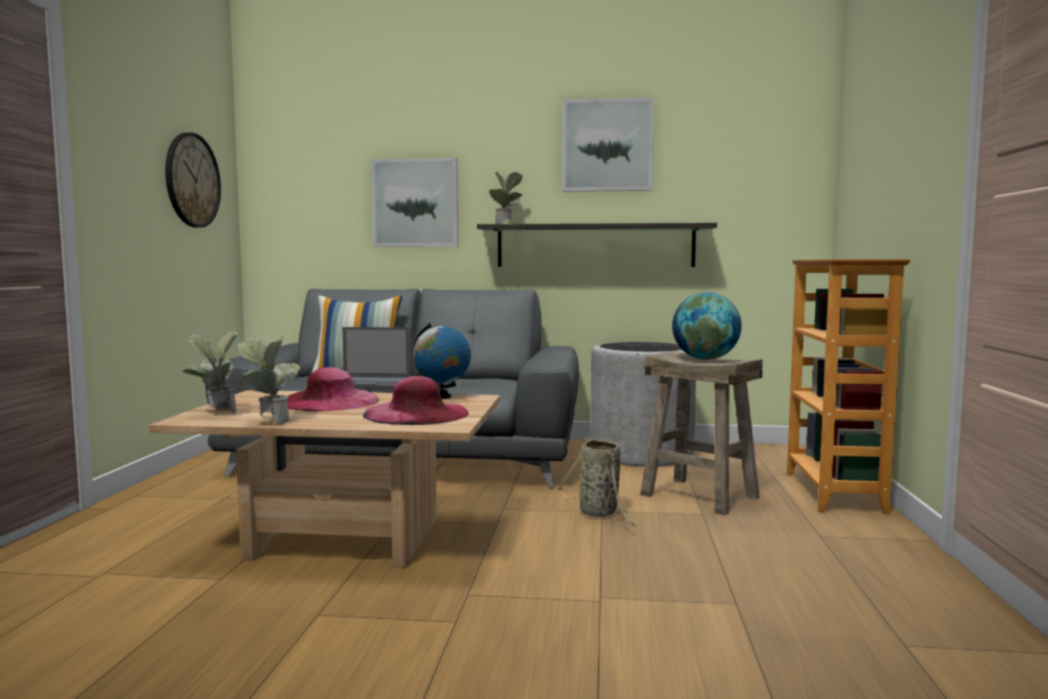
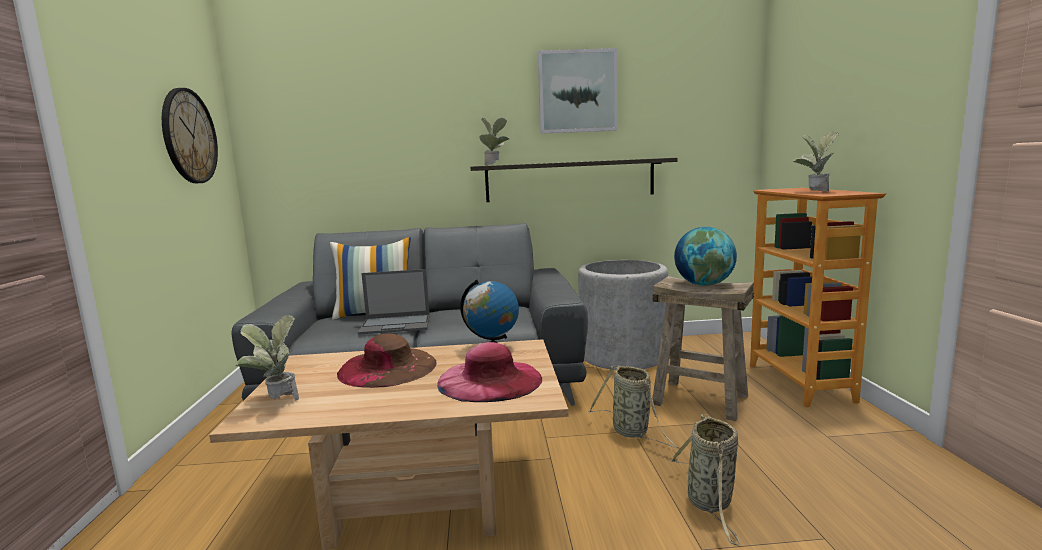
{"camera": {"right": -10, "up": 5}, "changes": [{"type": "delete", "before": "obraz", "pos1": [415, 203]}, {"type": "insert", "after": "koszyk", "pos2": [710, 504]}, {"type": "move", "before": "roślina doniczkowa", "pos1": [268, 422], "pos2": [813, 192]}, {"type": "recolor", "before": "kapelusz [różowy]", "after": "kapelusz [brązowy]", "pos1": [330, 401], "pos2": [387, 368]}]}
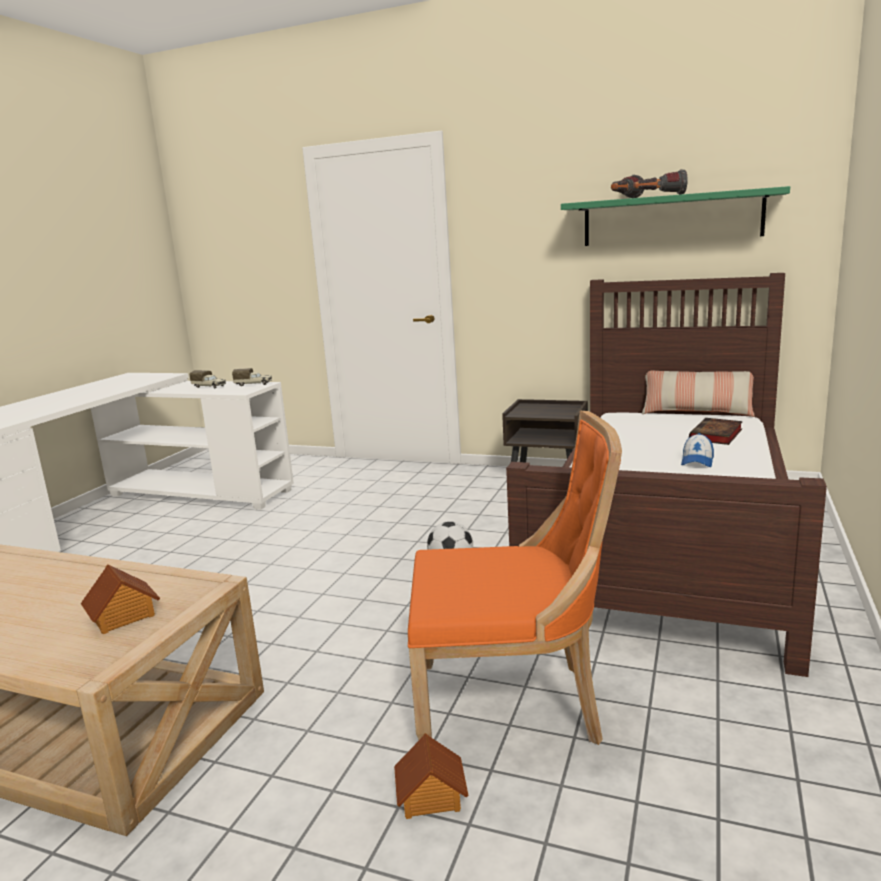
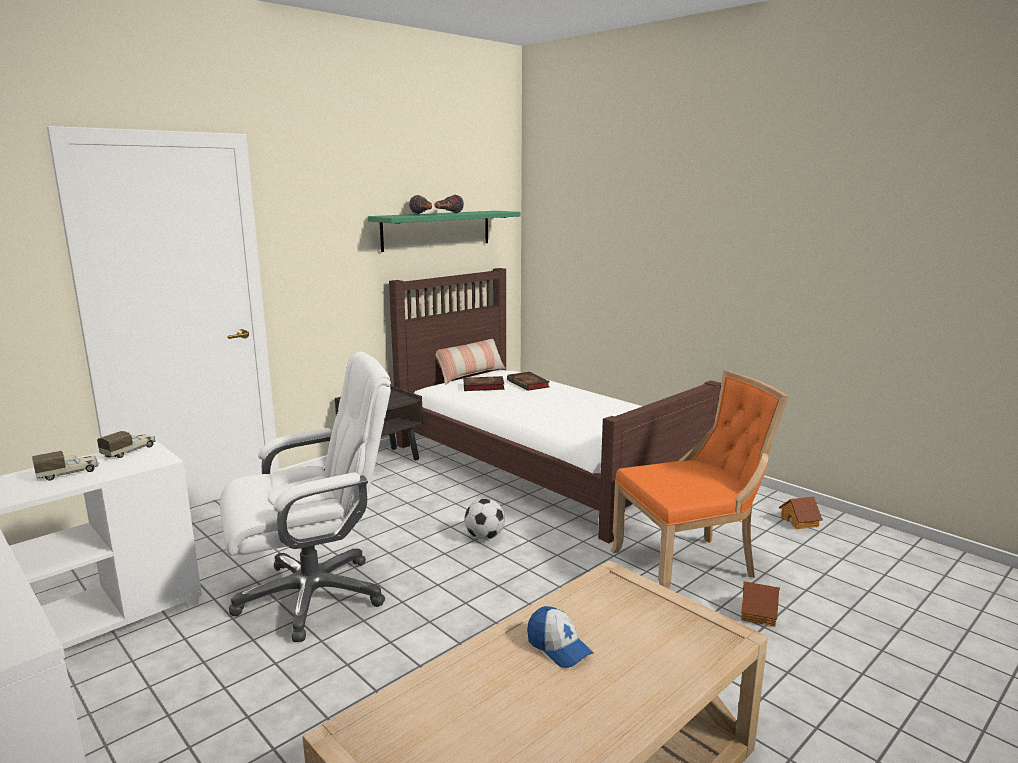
{"camera": {"right": -65, "up": 0}, "changes": [{"type": "insert", "after": "krzesło biurowe [biały]", "pos2": [313, 595]}, {"type": "insert", "after": "książka", "pos2": [482, 387]}, {"type": "move", "before": "domek", "pos1": [123, 616], "pos2": [800, 521]}, {"type": "move", "before": "czapka z daszkiem", "pos1": [697, 461], "pos2": [558, 647]}, {"type": "rotate", "before": "krzesło [pomarańczowy]", "pos1": [513, 707], "pos2": [689, 566], "turn": 45}]}
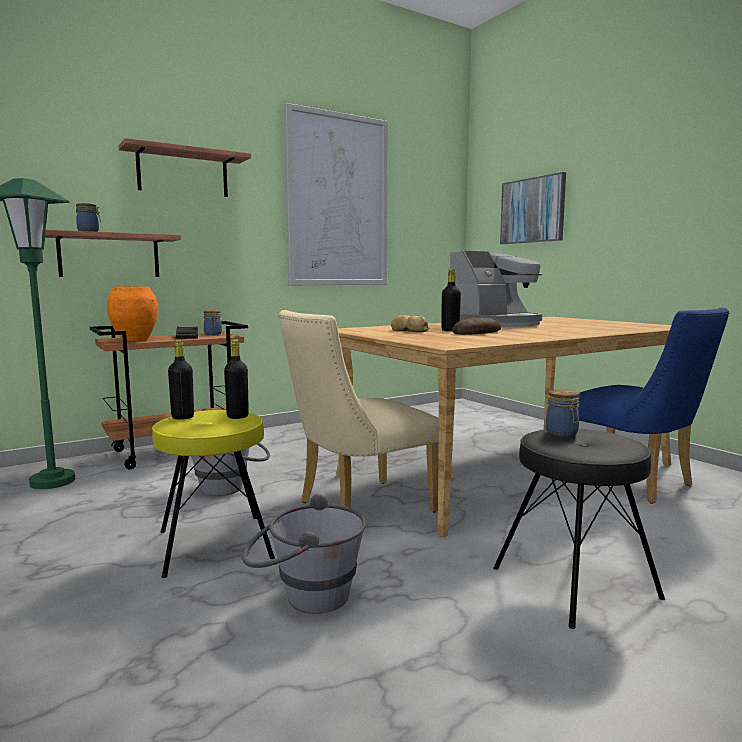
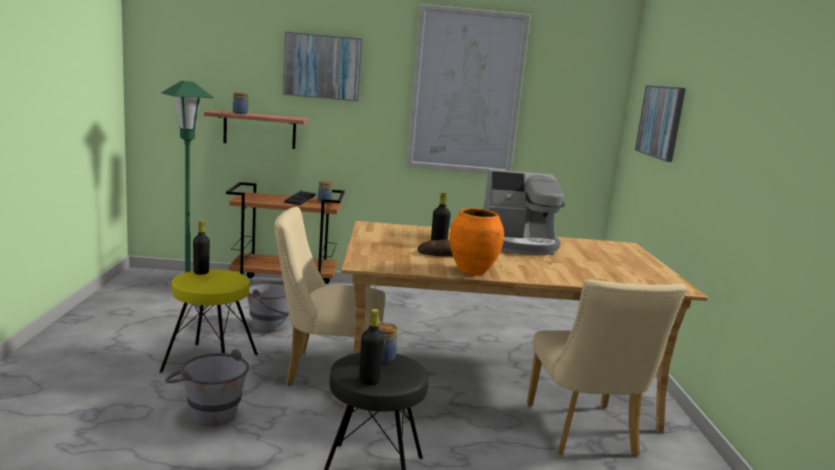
{"camera": {"right": 30, "up": 5}, "changes": [{"type": "delete", "before": "chleb", "pos1": [409, 331]}, {"type": "move", "before": "wazon [pomarańczowy]", "pos1": [135, 340], "pos2": [472, 271]}, {"type": "move", "before": "butelka [czarny]", "pos1": [237, 416], "pos2": [369, 380]}, {"type": "replace", "before": "półka", "after": "obraz", "pos1": [183, 173], "pos2": [322, 67]}, {"type": "recolor", "before": "krzesło [niebieski]", "after": "krzesło [beżowy]", "pos1": [635, 483], "pos2": [584, 434]}]}
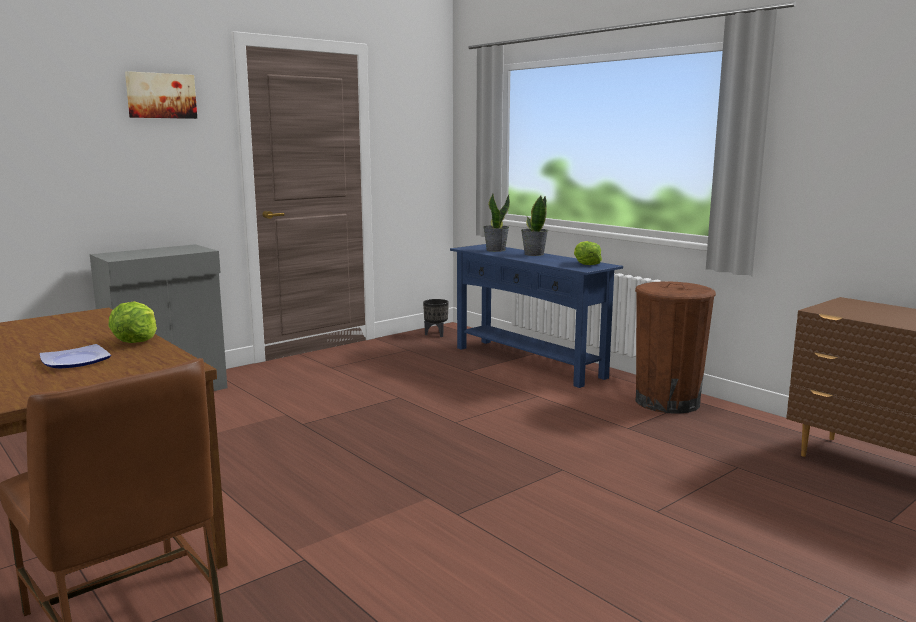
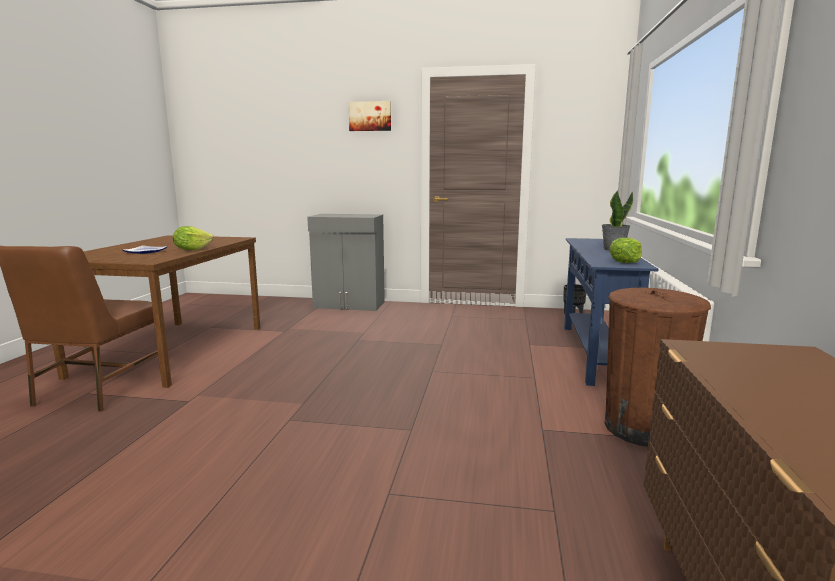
{"camera": {"right": 50, "up": 0}, "changes": [{"type": "delete", "before": "roślina doniczkowa", "pos1": [495, 250]}]}
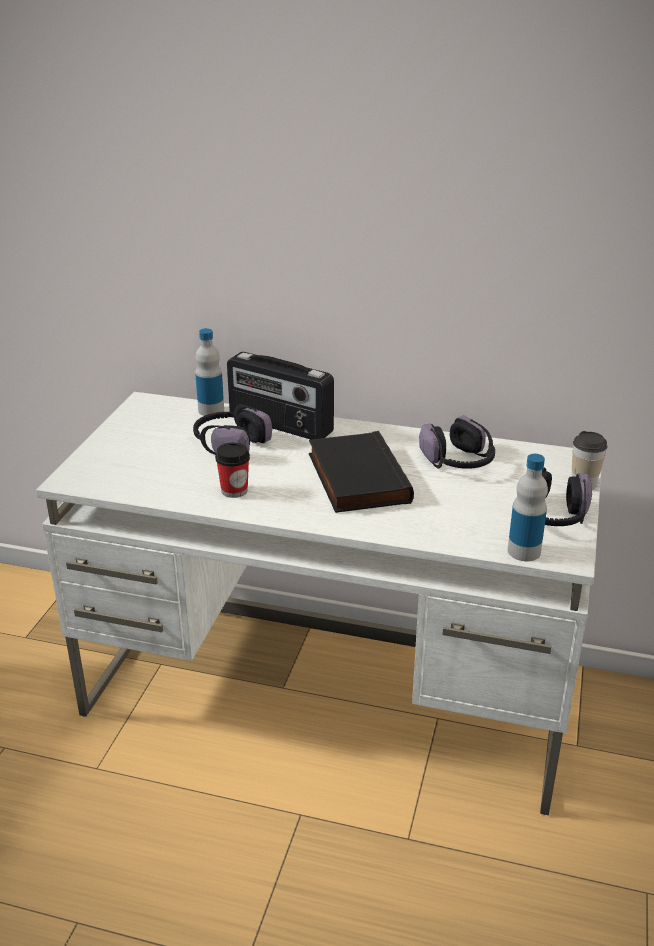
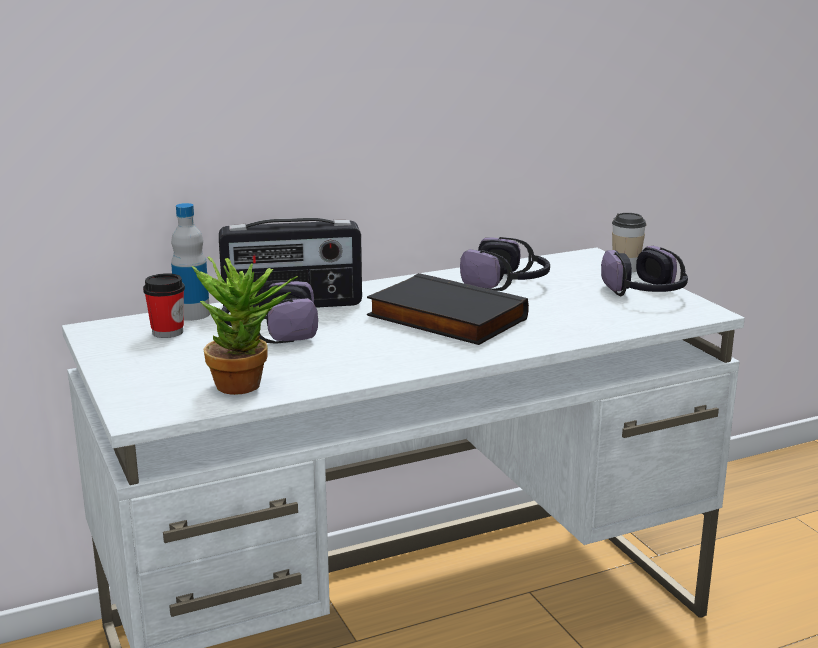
{"camera": {"right": -40, "up": -10}, "changes": [{"type": "delete", "before": "butelka", "pos1": [524, 551]}, {"type": "insert", "after": "roślina doniczkowa", "pos2": [248, 385]}, {"type": "move", "before": "filiżanka", "pos1": [234, 490], "pos2": [167, 332]}]}
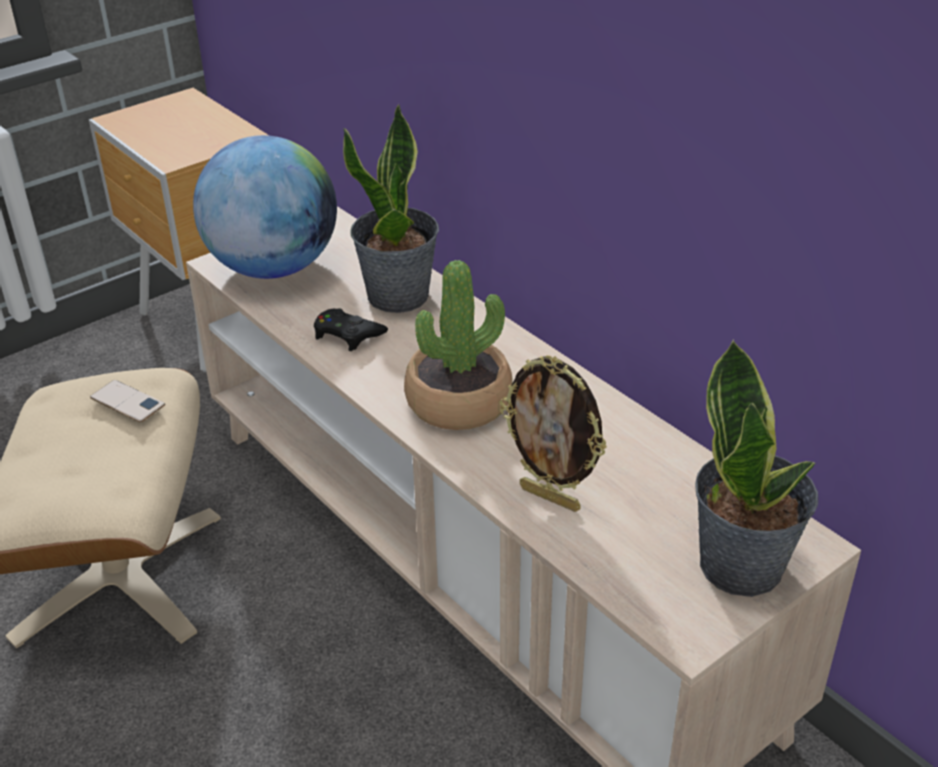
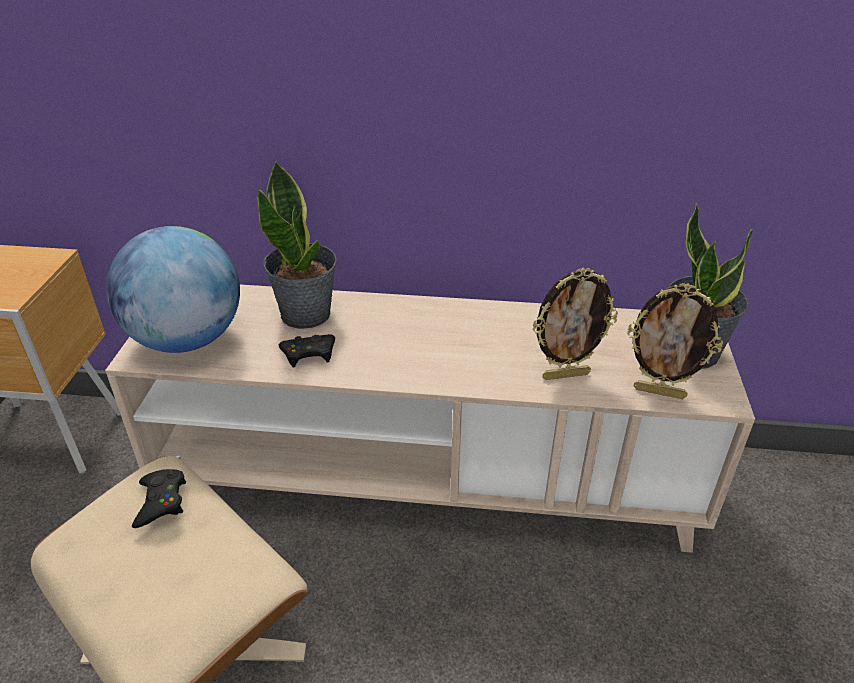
{"camera": {"right": -45, "up": 0}, "changes": [{"type": "delete", "before": "roślina doniczkowa", "pos1": [459, 402]}, {"type": "insert", "after": "ramka na zdjęcie", "pos2": [659, 392]}, {"type": "replace", "before": "telefon", "after": "pad do gier [czarny]", "pos1": [127, 402], "pos2": [161, 501]}]}
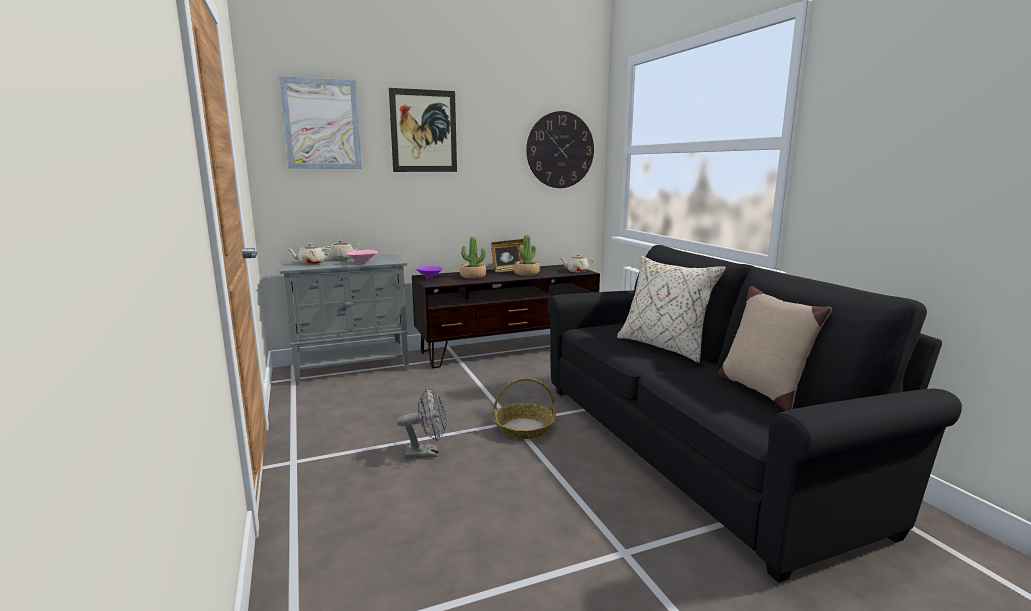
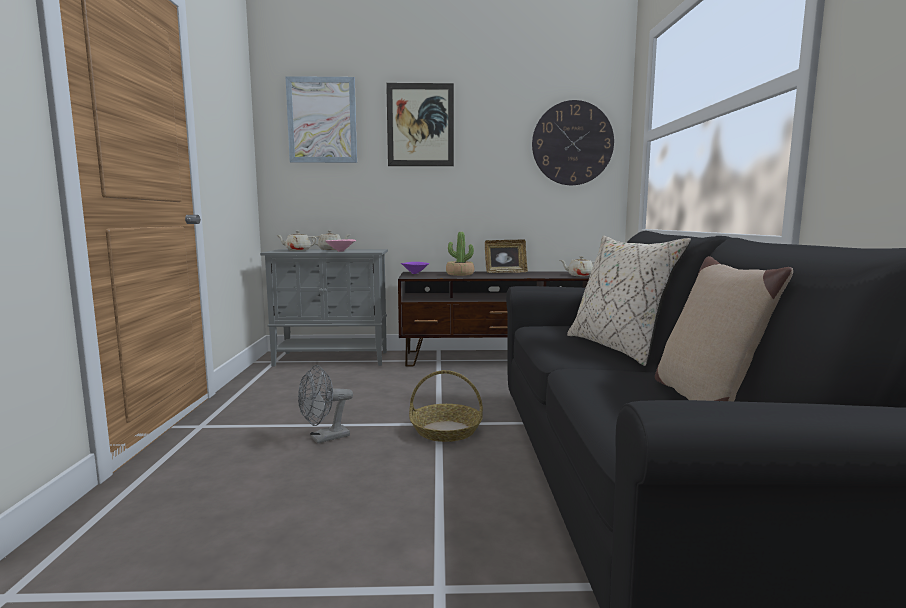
{"camera": {"right": 20, "up": -5}, "changes": [{"type": "delete", "before": "roślina doniczkowa", "pos1": [526, 273]}, {"type": "rotate", "before": "wentylator [szary]", "pos1": [427, 453], "pos2": [324, 438], "turn": 135}]}
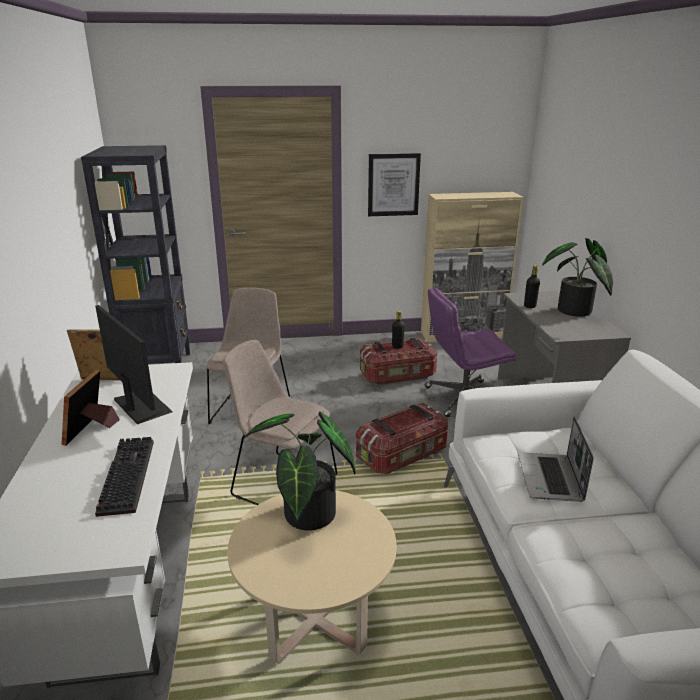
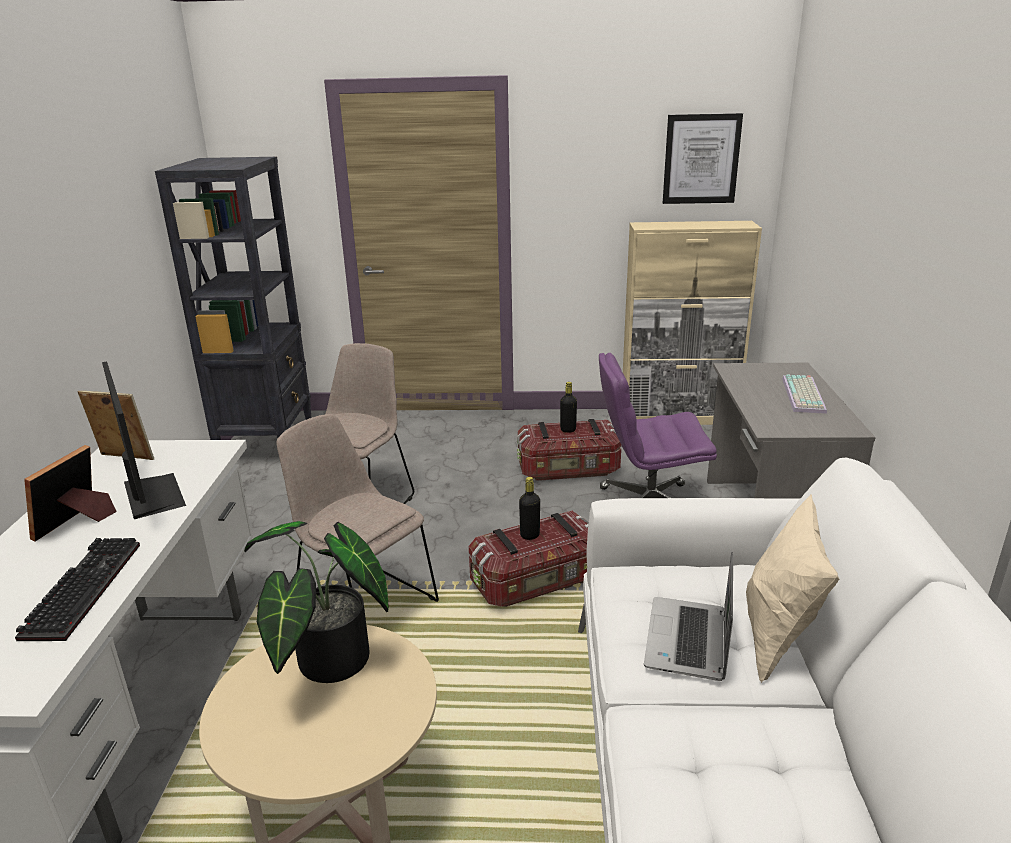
{"camera": {"right": 10, "up": 0}, "changes": [{"type": "insert", "after": "poduszka [beżowy]", "pos2": [778, 637]}, {"type": "move", "before": "obraz", "pos1": [393, 185], "pos2": [701, 159]}, {"type": "move", "before": "butelka [czarny]", "pos1": [529, 306], "pos2": [530, 535]}, {"type": "replace", "before": "roślina doniczkowa", "after": "klawiatura", "pos1": [574, 312], "pos2": [805, 395]}]}
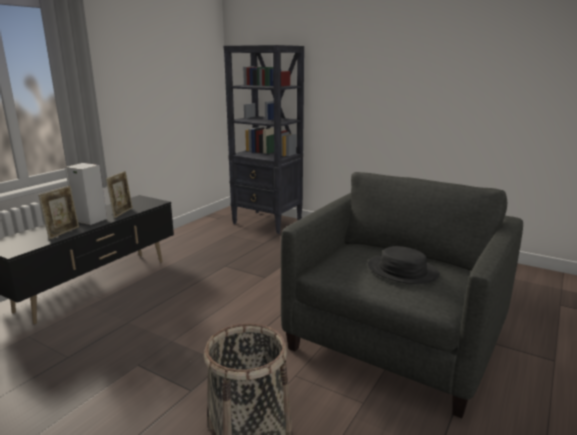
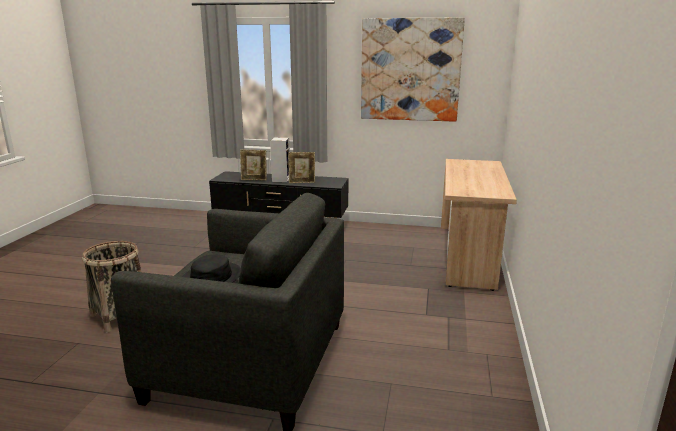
{"camera": {"right": 70, "up": 0}, "changes": [{"type": "insert", "after": "obraz", "pos2": [410, 70]}, {"type": "replace", "before": "regał [czarny]", "after": "biurko [beżowy]", "pos1": [267, 222], "pos2": [468, 256]}]}
